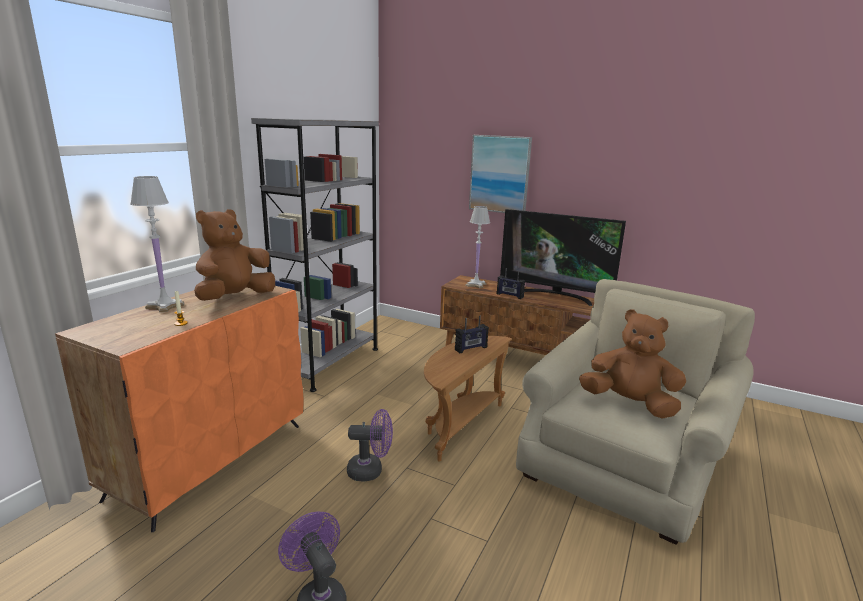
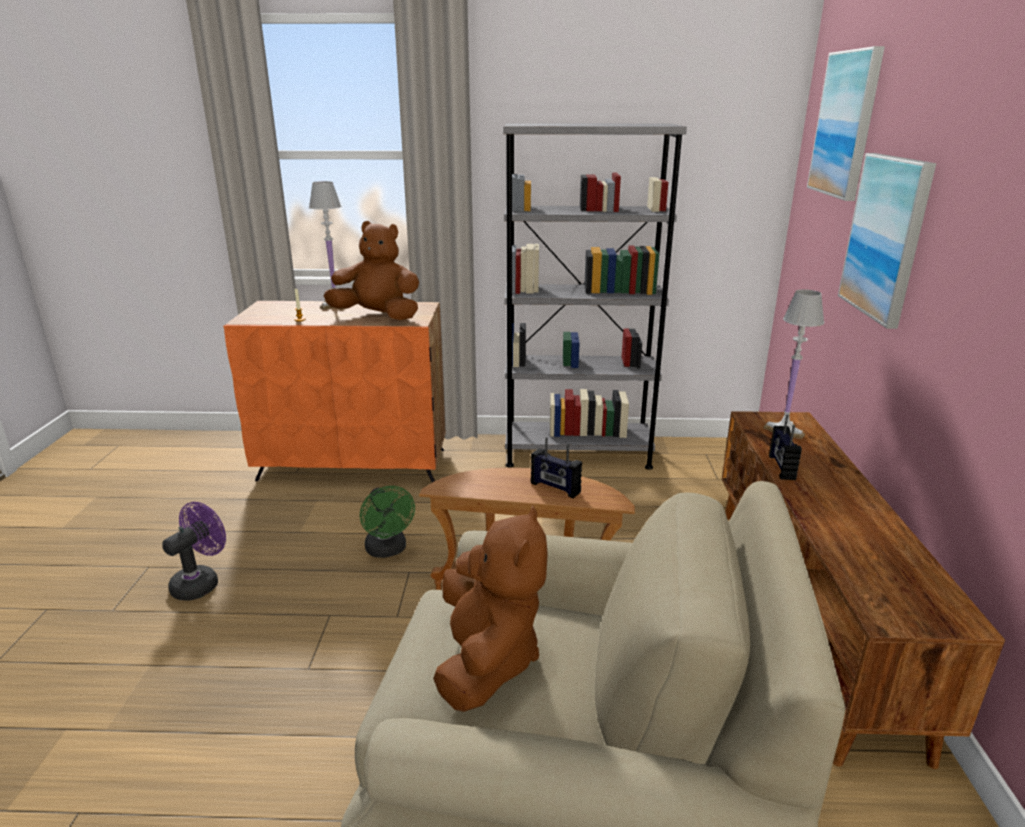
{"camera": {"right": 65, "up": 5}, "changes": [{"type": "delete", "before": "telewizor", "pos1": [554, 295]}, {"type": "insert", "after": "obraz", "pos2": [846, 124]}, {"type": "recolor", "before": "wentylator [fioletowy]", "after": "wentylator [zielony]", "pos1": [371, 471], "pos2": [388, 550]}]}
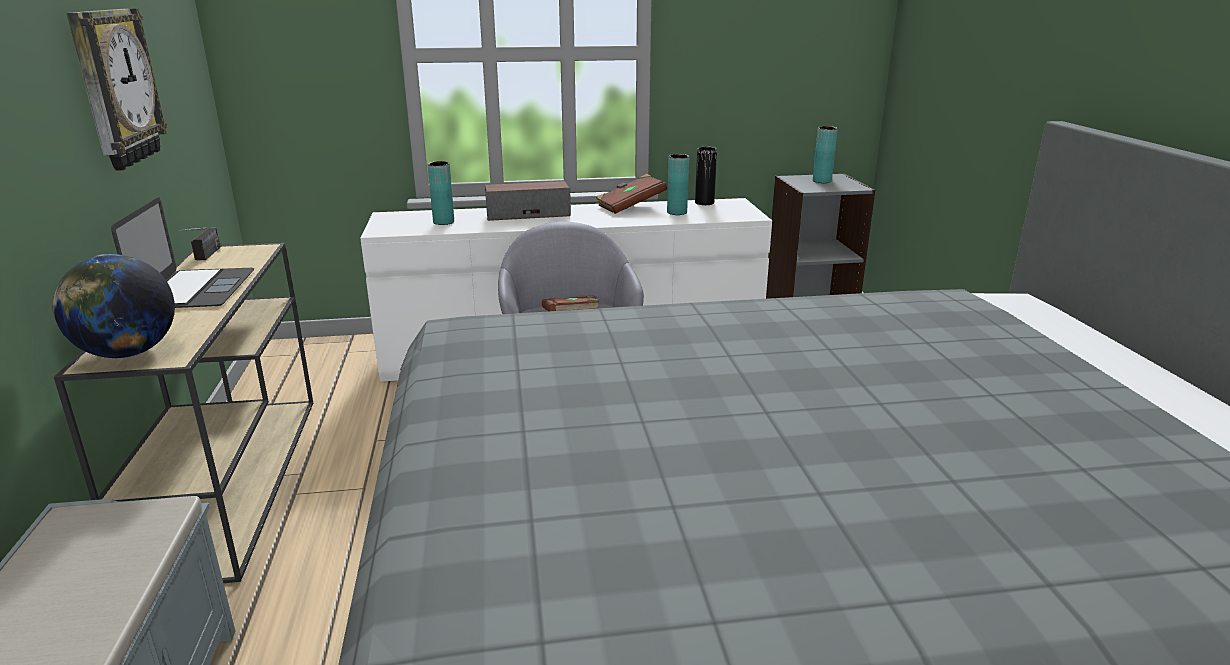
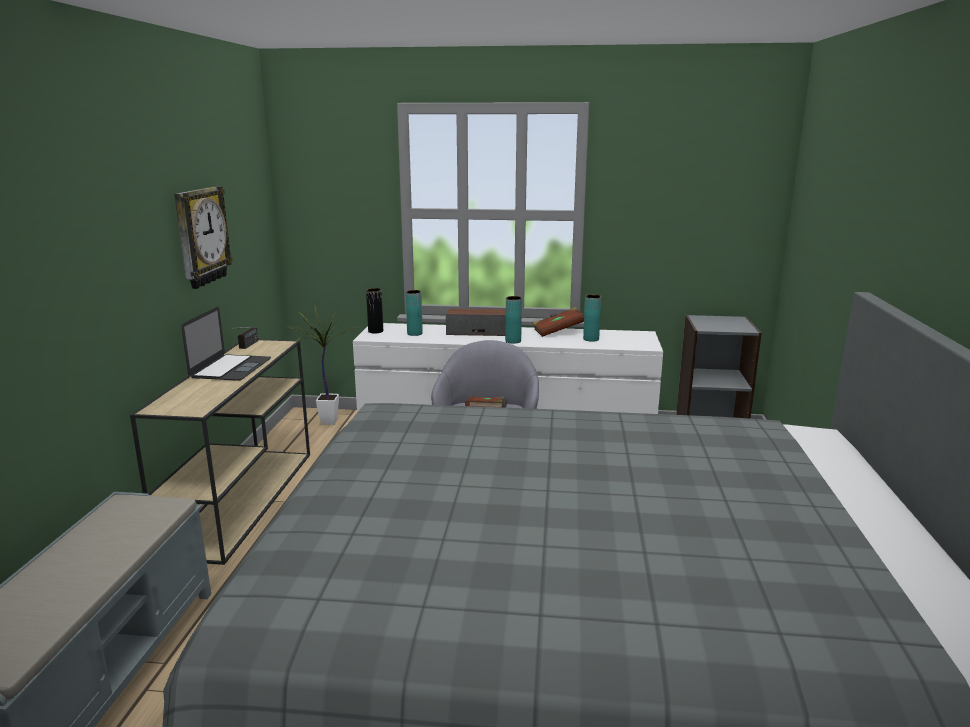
{"camera": {"right": 15, "up": -5}, "changes": [{"type": "delete", "before": "globus", "pos1": [128, 353]}, {"type": "insert", "after": "roślina doniczkowa", "pos2": [326, 423]}, {"type": "move", "before": "wazon [czarny]", "pos1": [704, 203], "pos2": [375, 331]}, {"type": "move", "before": "wazon [turkusowy]", "pos1": [822, 181], "pos2": [513, 341]}]}
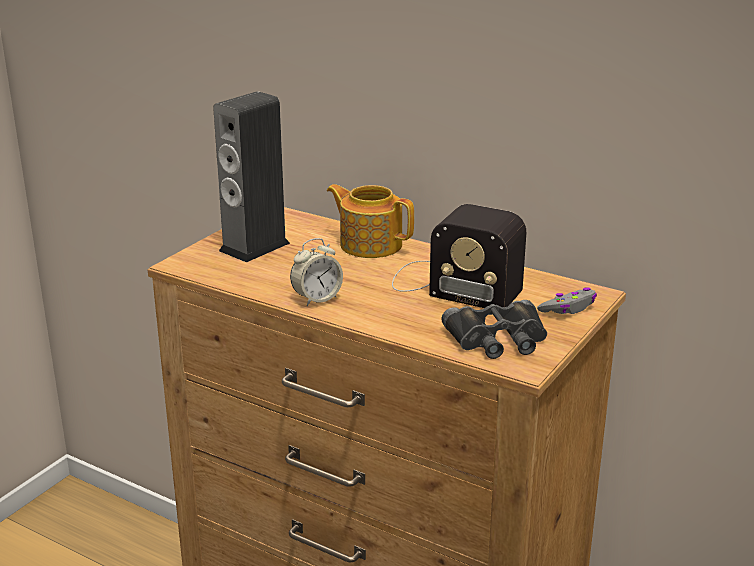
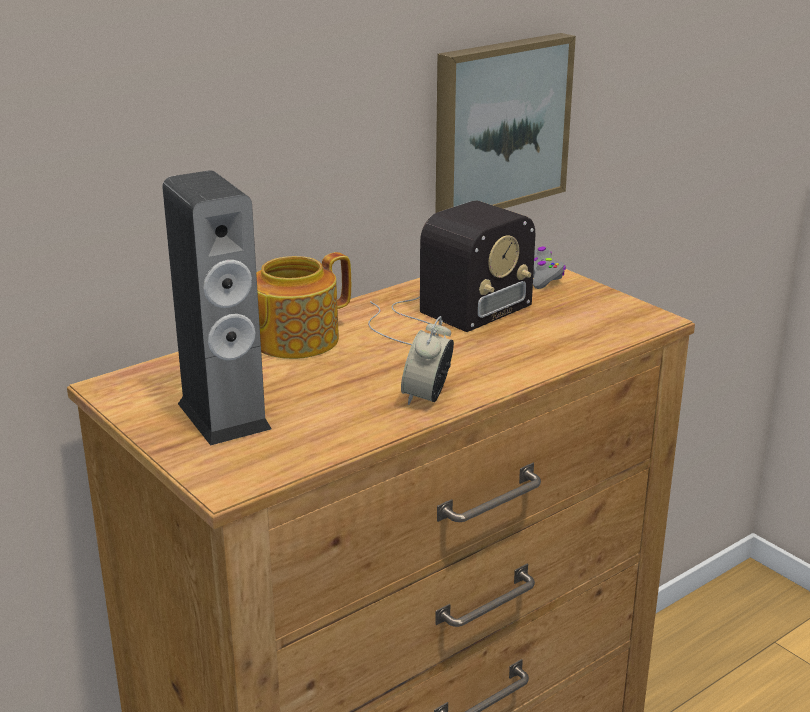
{"camera": {"right": -70, "up": 0}, "changes": [{"type": "delete", "before": "lornetka [czarny]", "pos1": [498, 339]}, {"type": "insert", "after": "obraz", "pos2": [498, 124]}, {"type": "rotate", "before": "budzik", "pos1": [317, 298], "pos2": [427, 397], "turn": -150}]}
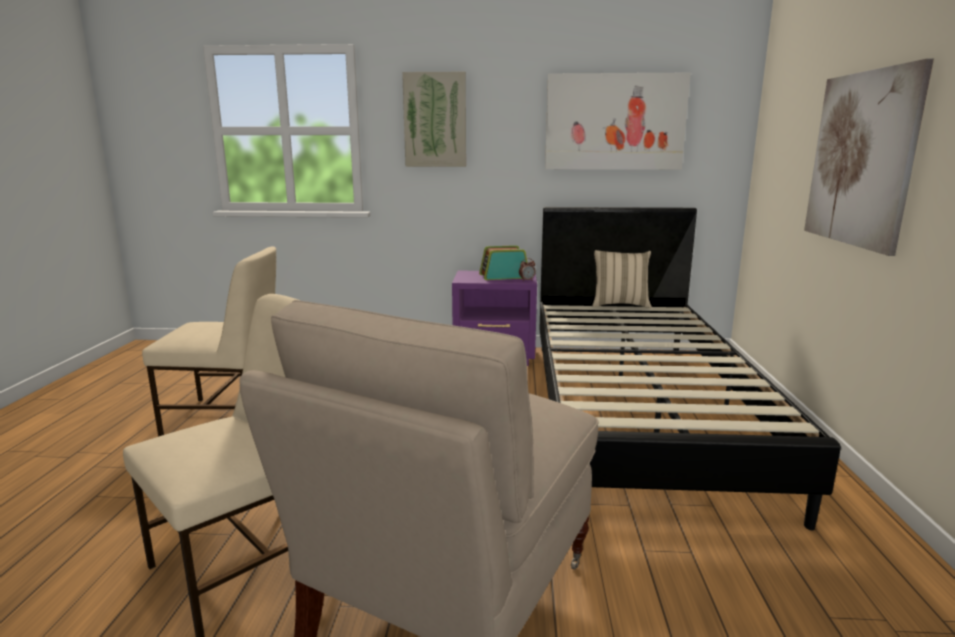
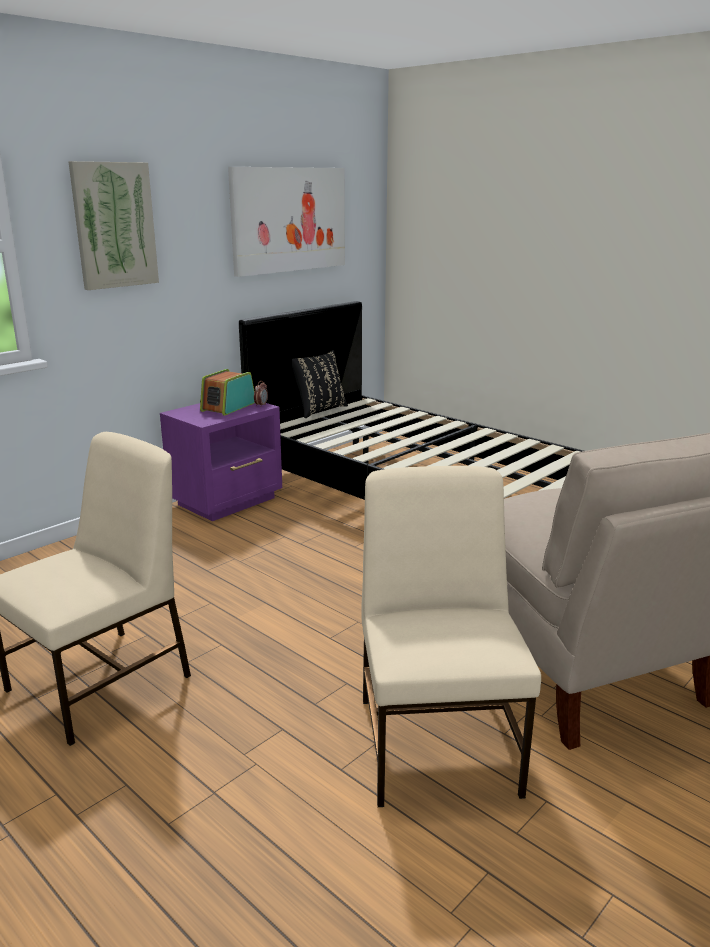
{"camera": {"right": -50, "up": 5}, "changes": [{"type": "delete", "before": "obraz", "pos1": [860, 159]}, {"type": "recolor", "before": "poduszka [beżowy]", "after": "poduszka [czarny]", "pos1": [620, 304], "pos2": [318, 410]}]}
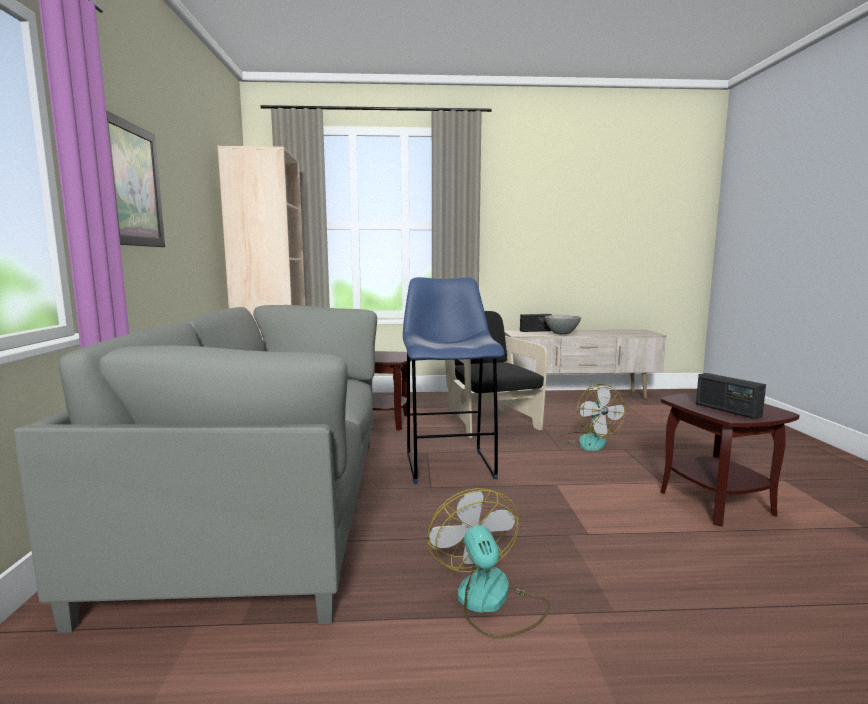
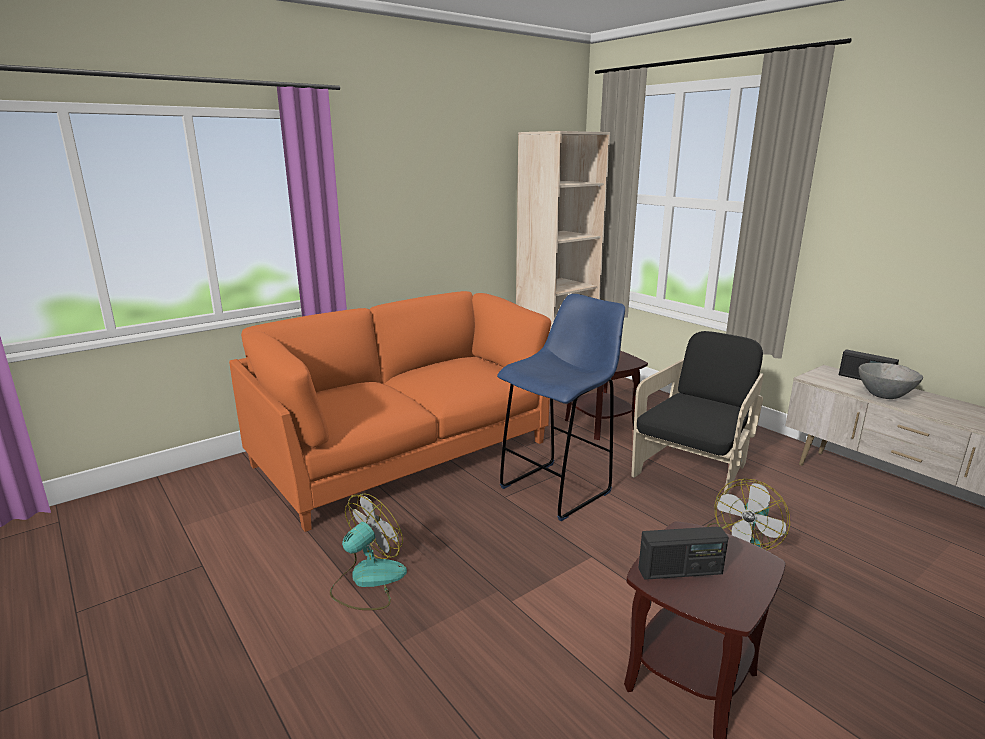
{"camera": {"right": 55, "up": 10}, "changes": [{"type": "delete", "before": "obraz", "pos1": [133, 185]}, {"type": "recolor", "before": "kanapa [szary]", "after": "kanapa [pomarańczowy]", "pos1": [268, 508], "pos2": [403, 454]}, {"type": "rotate", "before": "radio", "pos1": [727, 410], "pos2": [680, 571], "turn": -120}]}
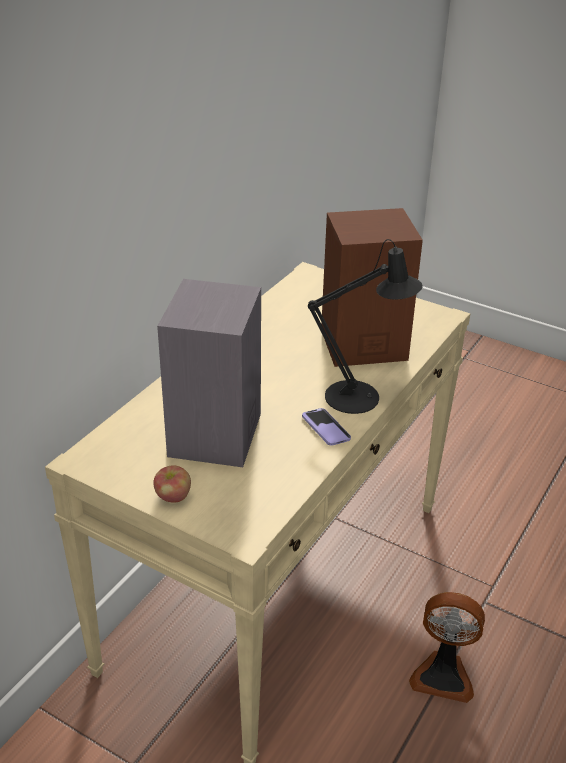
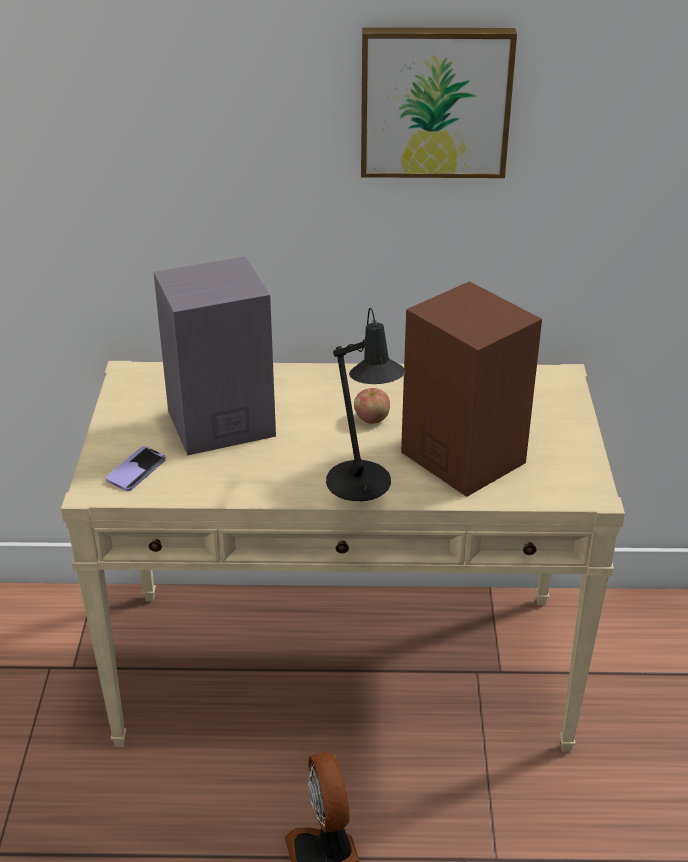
{"camera": {"right": 60, "up": 0}, "changes": [{"type": "insert", "after": "obraz", "pos2": [435, 101]}, {"type": "move", "before": "jabłko", "pos1": [173, 497], "pos2": [371, 419]}, {"type": "move", "before": "telefon", "pos1": [326, 428], "pos2": [136, 470]}]}
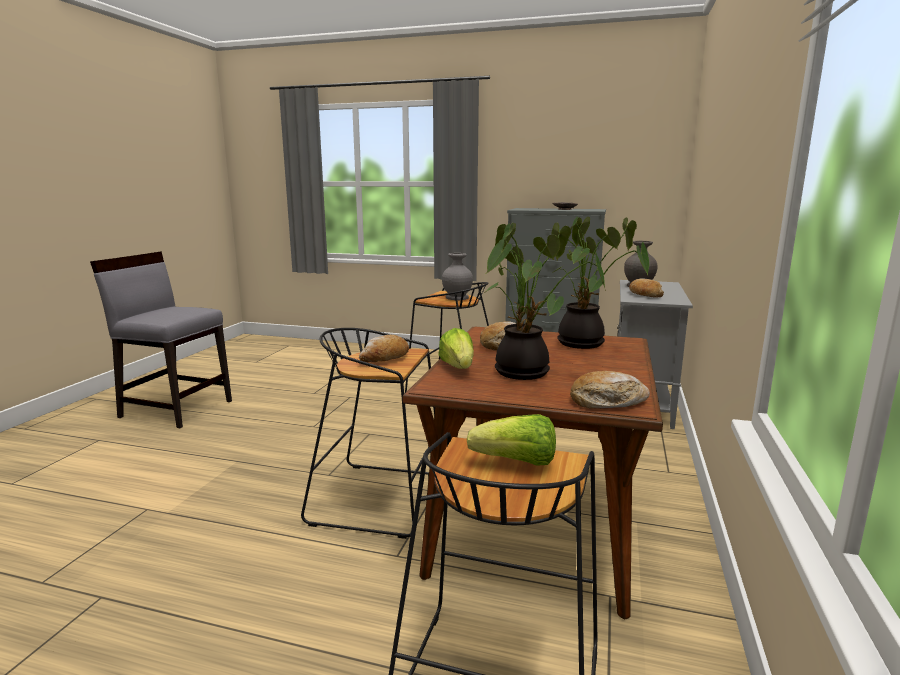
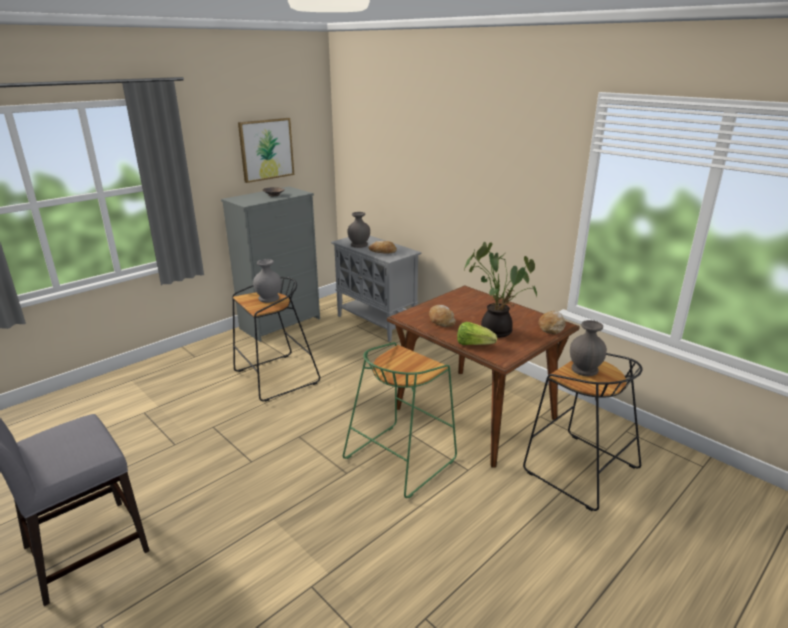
{"camera": {"right": -60, "up": 10}, "changes": [{"type": "delete", "before": "chleb", "pos1": [385, 358]}, {"type": "delete", "before": "roślina doniczkowa", "pos1": [585, 344]}, {"type": "insert", "after": "obraz", "pos2": [266, 149]}, {"type": "replace", "before": "sałata", "after": "wazon [szary]", "pos1": [516, 462], "pos2": [585, 369]}, {"type": "recolor", "before": "stołek [czarny]", "after": "stołek [zielony]", "pos1": [381, 498], "pos2": [400, 458]}]}
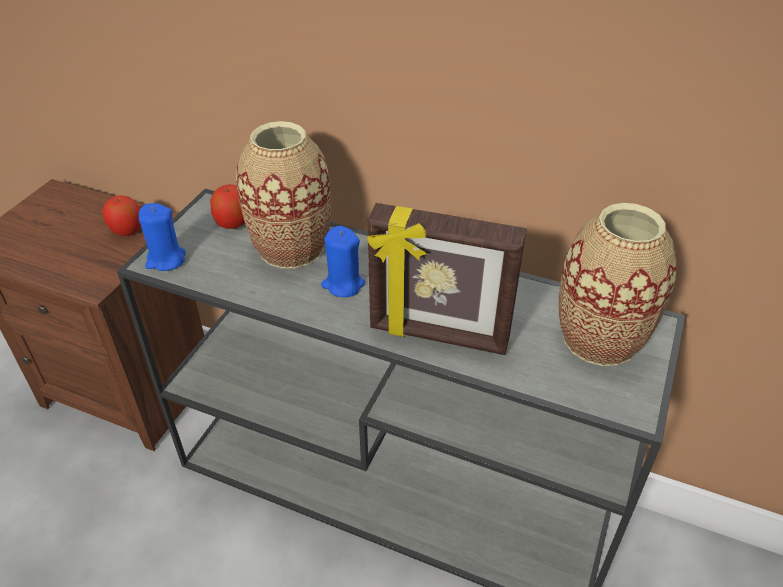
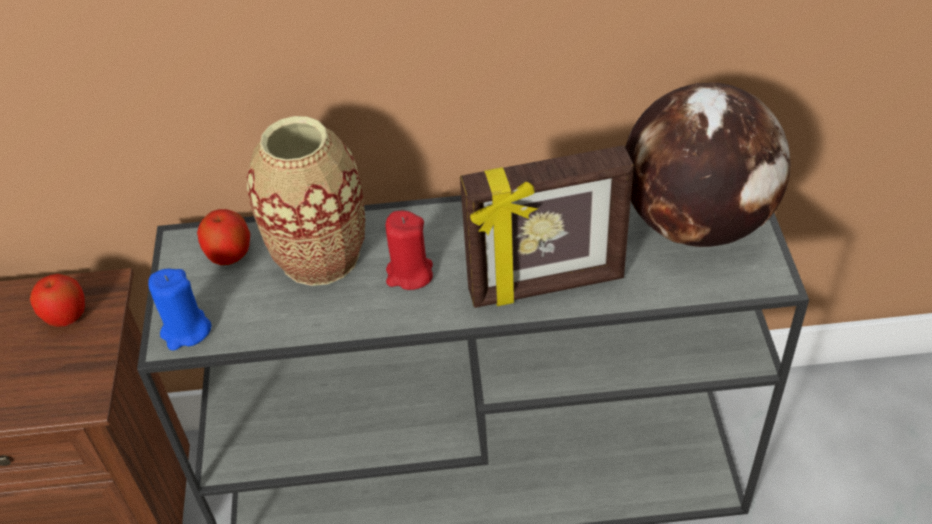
{"camera": {"right": -25, "up": 5}, "changes": [{"type": "replace", "before": "wazon", "after": "globus", "pos1": [600, 338], "pos2": [696, 222]}, {"type": "recolor", "before": "świeca [niebieski]", "after": "świeca [czerwony]", "pos1": [343, 284], "pos2": [409, 274]}]}
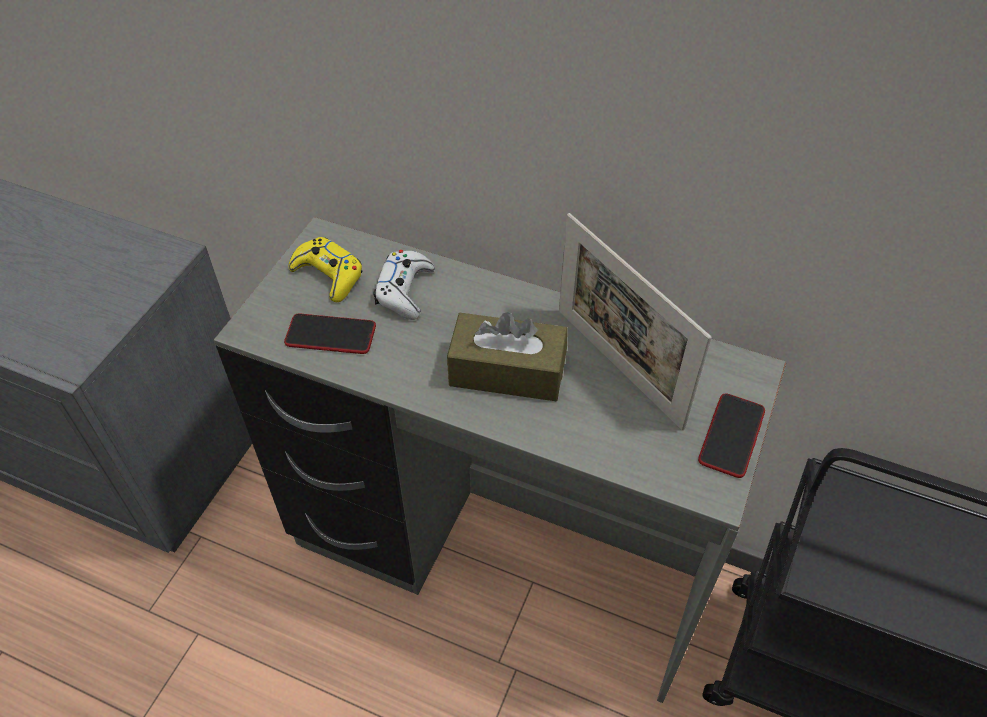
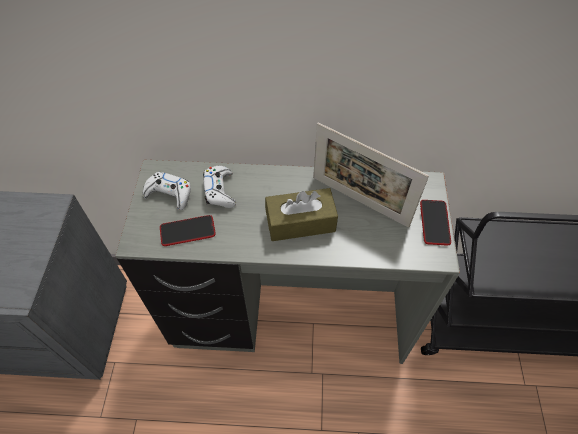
{"camera": {"right": -20, "up": 5}, "changes": [{"type": "recolor", "before": "pad do gier [żółty]", "after": "pad do gier [biały]", "pos1": [328, 275], "pos2": [169, 194]}]}
